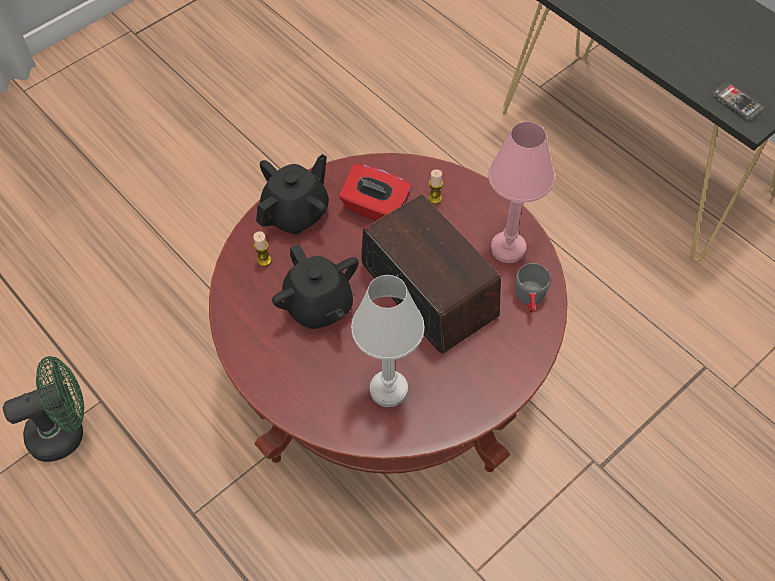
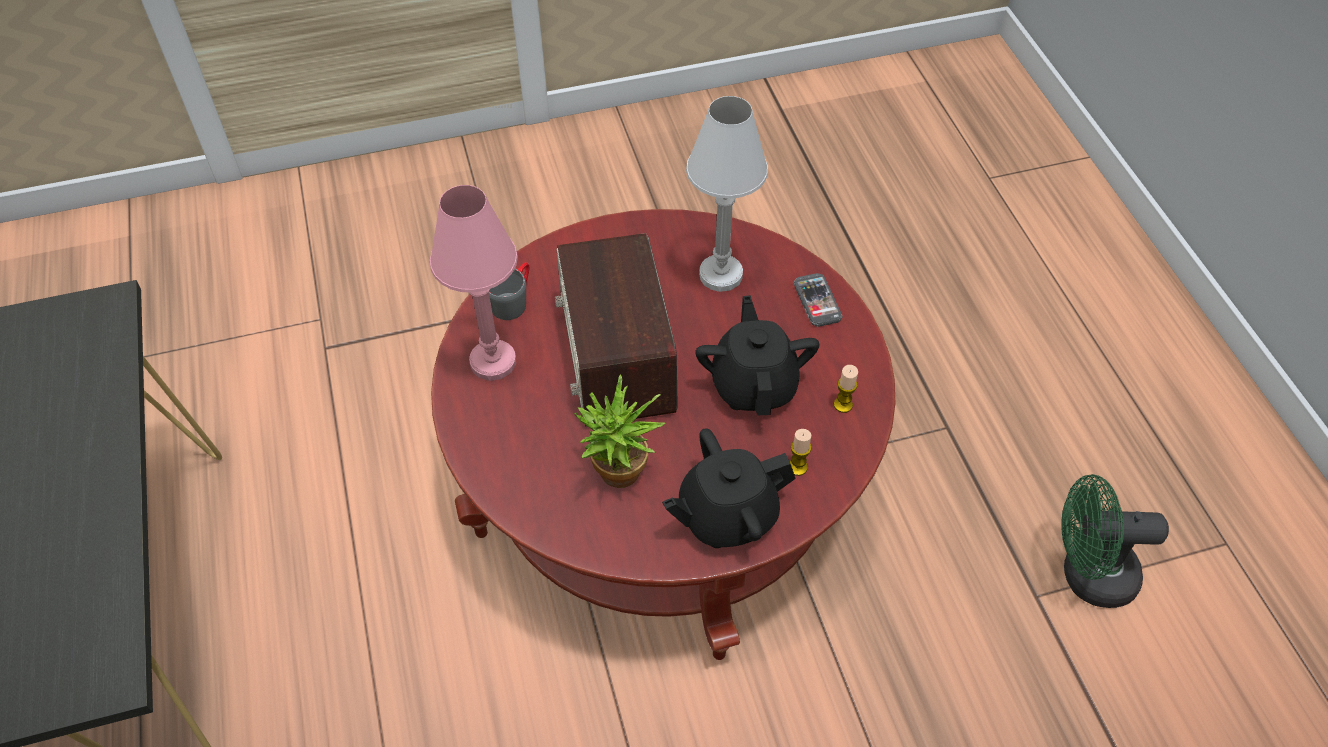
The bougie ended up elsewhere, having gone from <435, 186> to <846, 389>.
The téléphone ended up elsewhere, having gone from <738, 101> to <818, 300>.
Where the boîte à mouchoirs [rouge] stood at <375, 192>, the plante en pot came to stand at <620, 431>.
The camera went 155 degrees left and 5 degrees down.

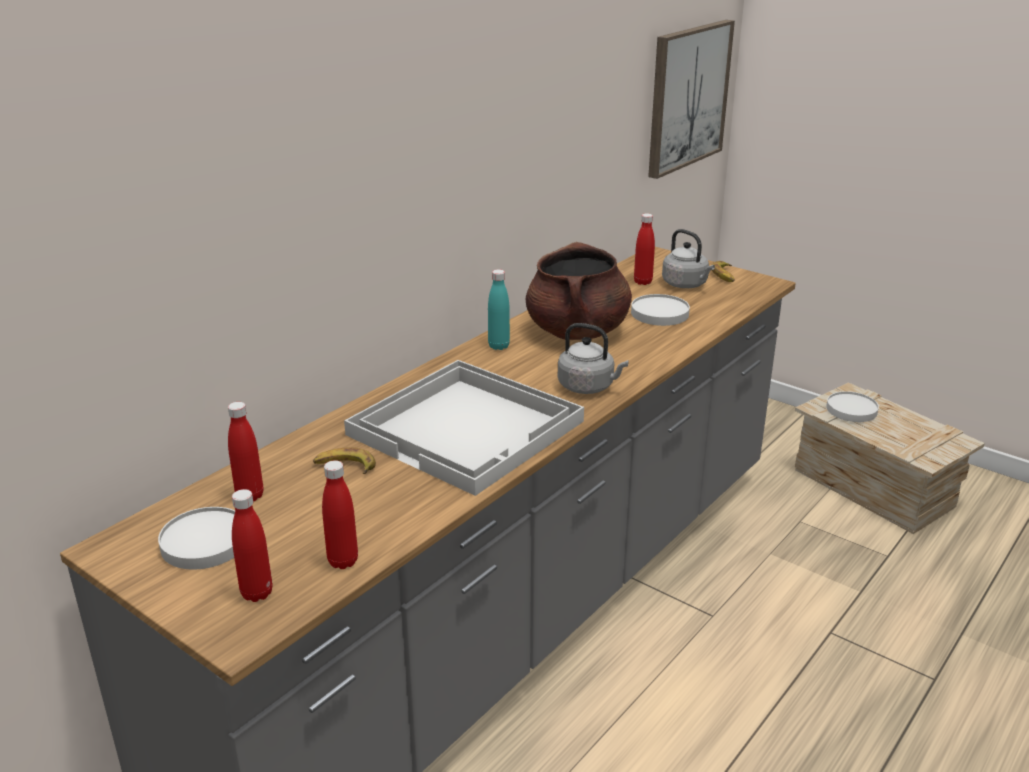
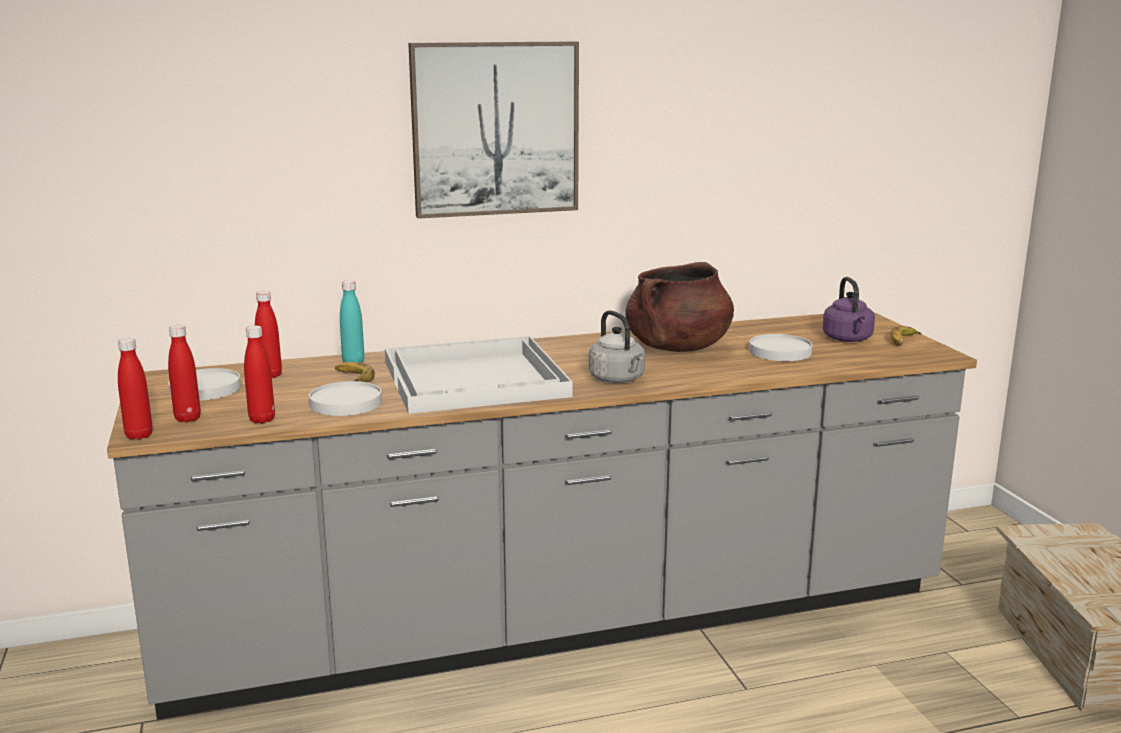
The bouteille [turquoise] ended up elsewhere, having gone from <499, 309> to <352, 321>.
The bouteille [rouge] ended up elsewhere, having gone from <644, 249> to <135, 389>.
The tableau ended up elsewhere, having gone from <691, 99> to <493, 130>.
The assiette [blanc] ended up elsewhere, having gone from <852, 406> to <345, 398>.
What was the bouilloire [gris] at <688, 258> turned into the bouilloire [violet] at <848, 309>.
The camera went 35 degrees right and 10 degrees down.

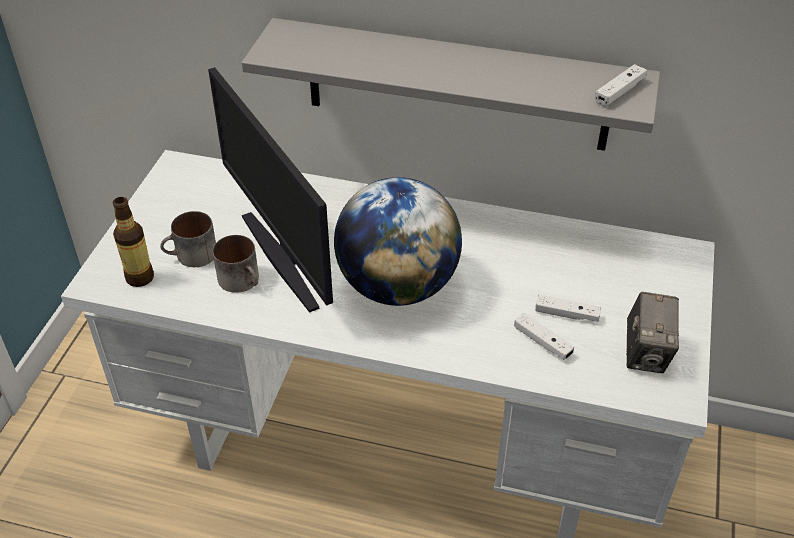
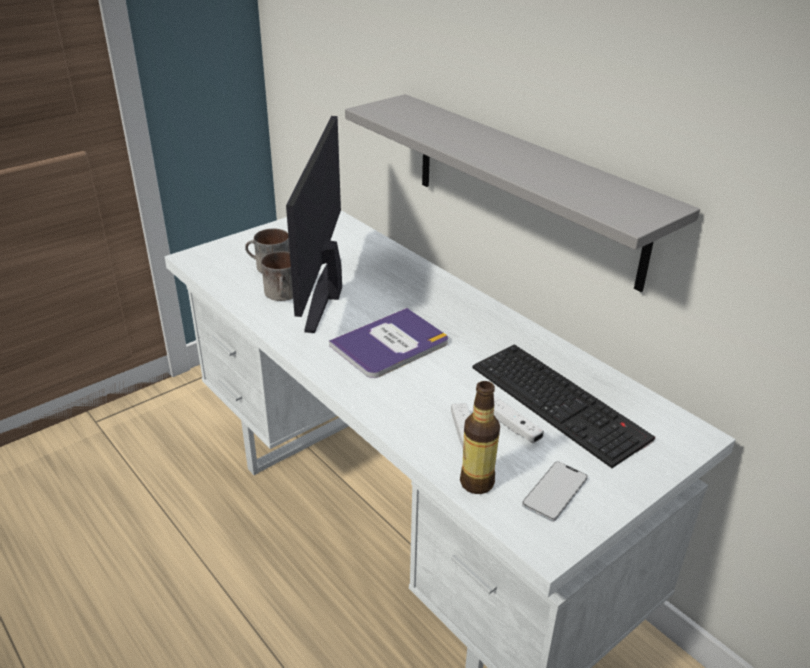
The second view lost the manette [blanc] at <621, 85>.
The second view gained the clavier at <564, 406>.
The bouteille ended up elsewhere, having gone from <133, 242> to <480, 437>.
Where the globe stood at <398, 241>, the livre came to stand at <388, 343>.
Where the appareil photo stood at <652, 332>, the téléphone came to stand at <555, 491>.
The camera went 35 degrees right and 10 degrees down.

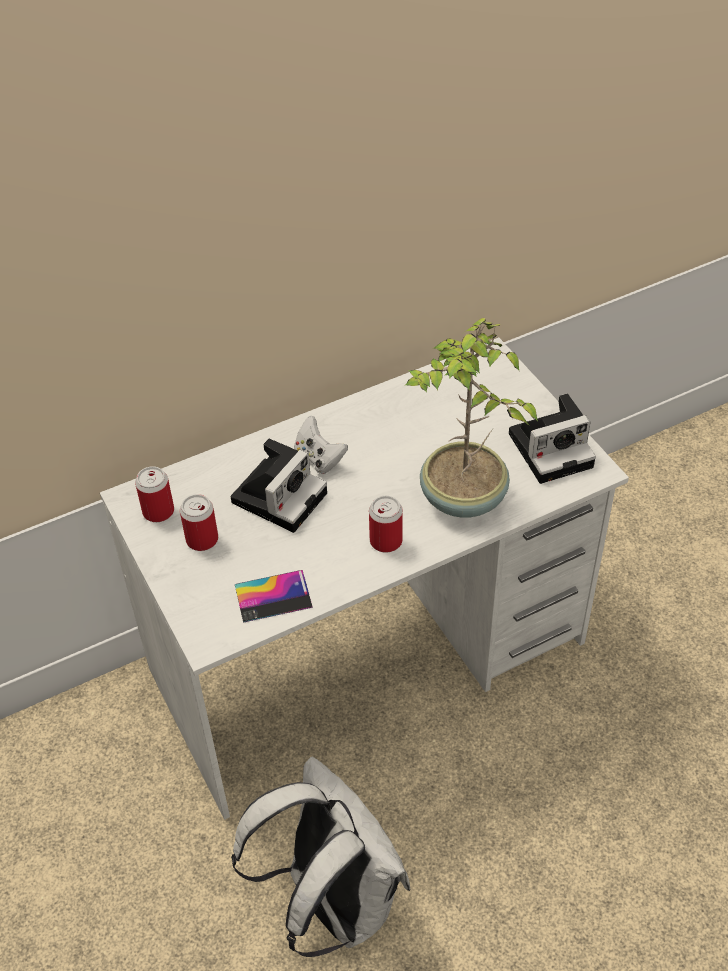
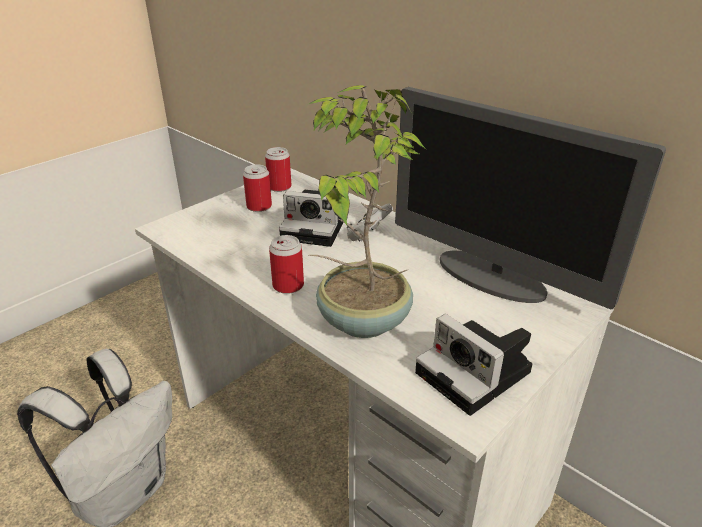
The second view lost the téléphone at <274, 596>.
The second view gained the écran d'ordinateur at <530, 198>.
The camera went 70 degrees right and 15 degrees down.

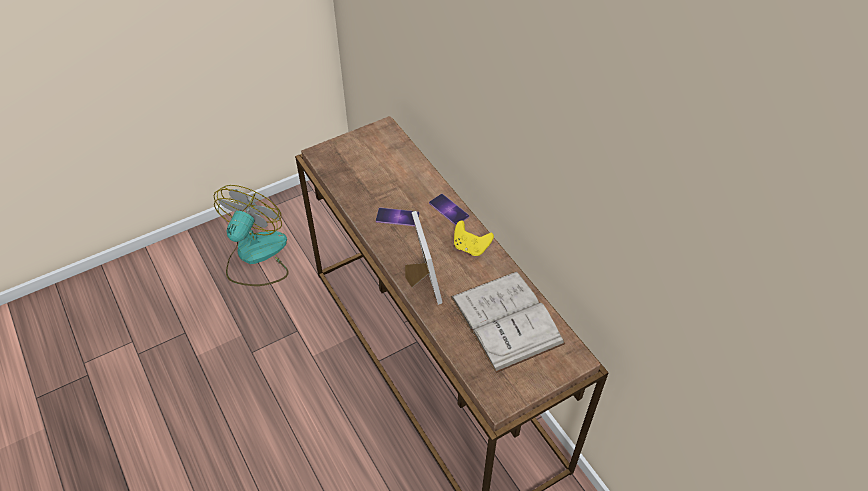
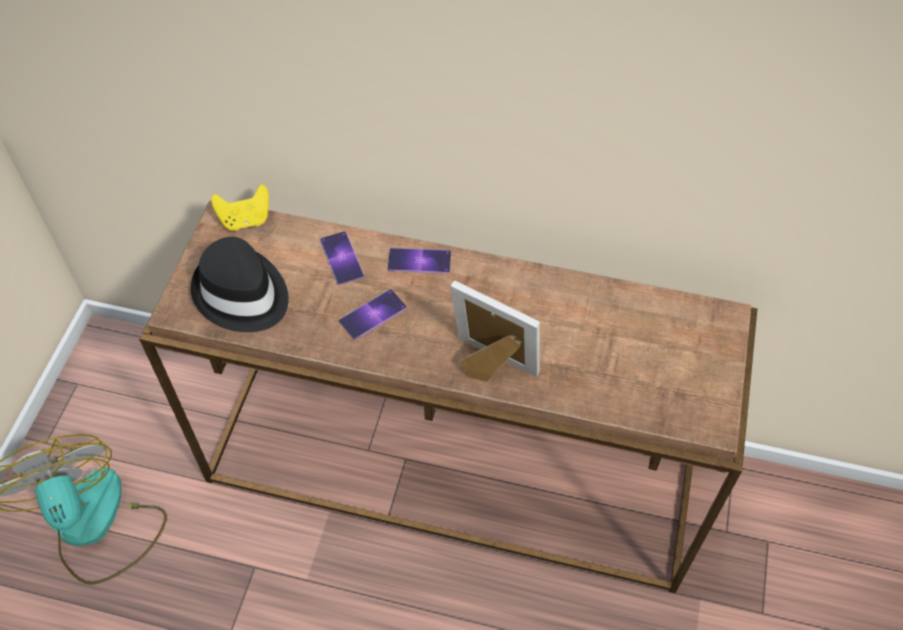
The second view lost the livre [blanc] at <507, 322>.
The second view gained the chapeau [noir] at <240, 284>.
The second view gained the téléphone at <342, 258>.
The manette [jaune] ended up elsewhere, having gone from <474, 238> to <240, 207>.
The camera went 45 degrees left and 5 degrees up.

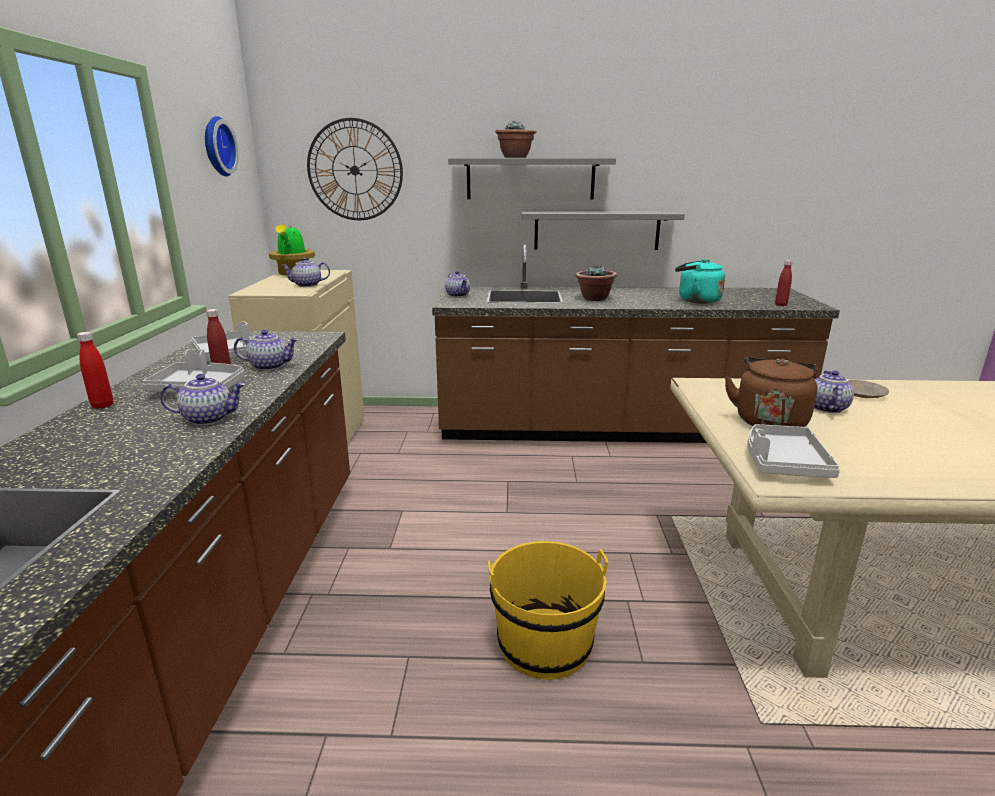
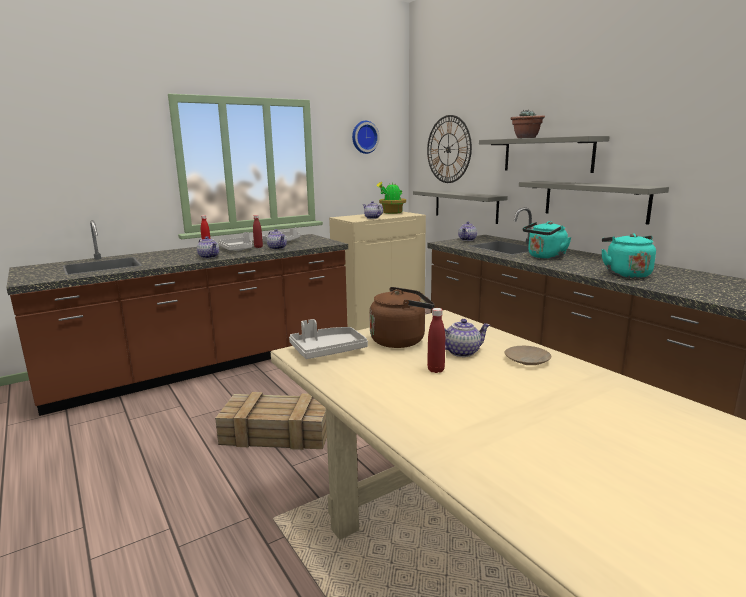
The second view gained the étagère [gris] at <460, 207>.
The bouteille [rouge] ended up elsewhere, having gone from <784, 283> to <436, 340>.
Where the seau [jaune] stood at <548, 610>, the caisse came to stand at <271, 421>.
Where the plante en pot stood at <596, 283>, the bouilloire [turquoise] came to stand at <547, 240>.
The camera went 55 degrees right and 5 degrees down.

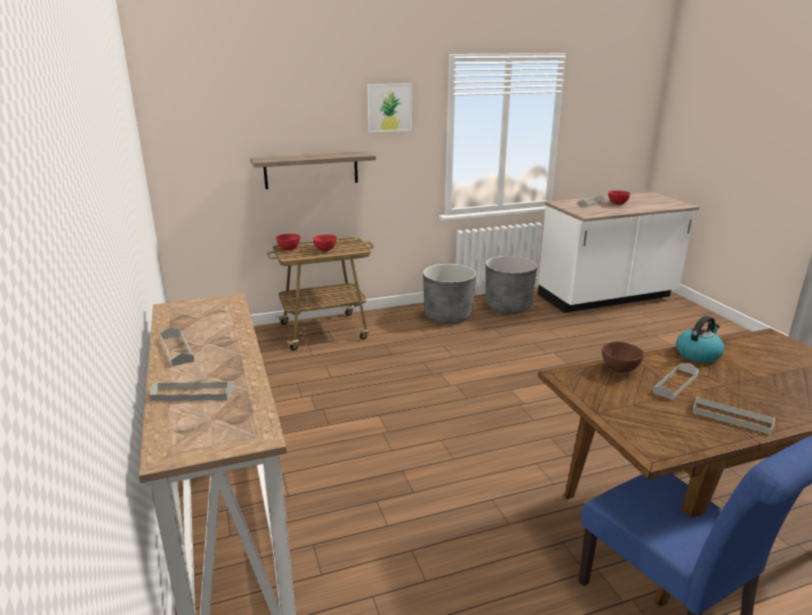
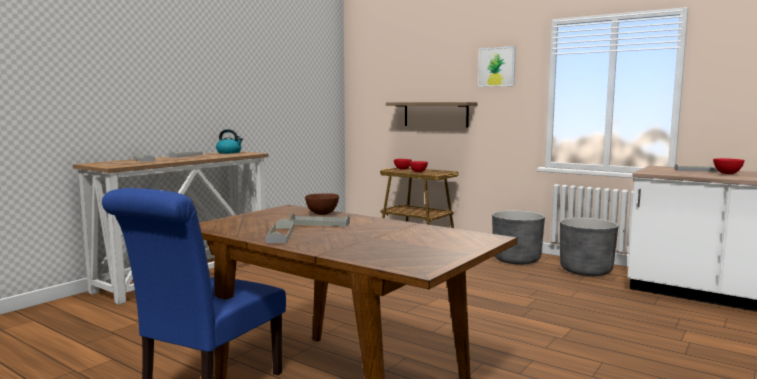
The bouilloire ended up elsewhere, having gone from <700, 339> to <229, 141>.
The camera went 55 degrees right and 15 degrees down.

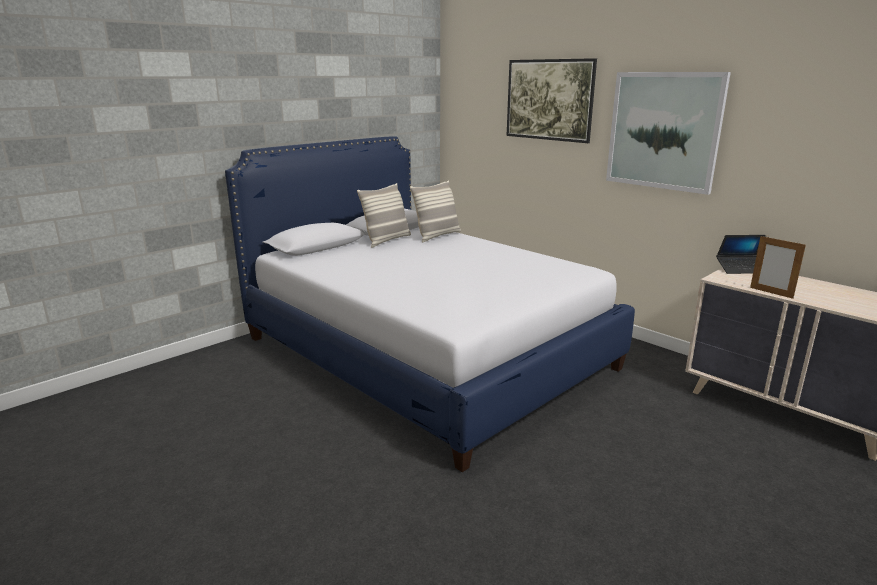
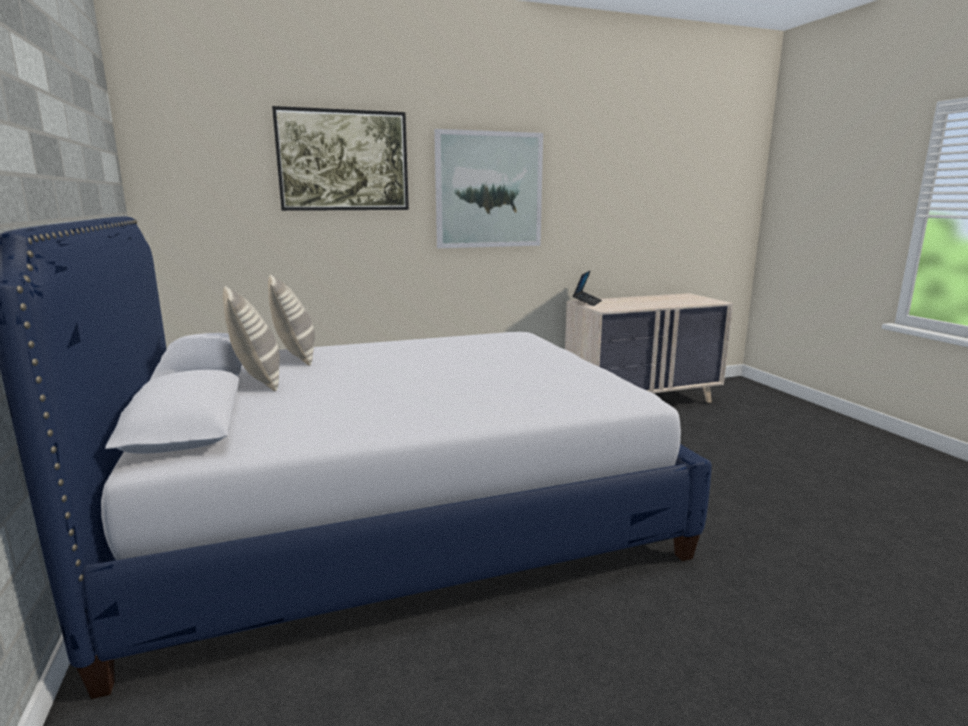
The second view lost the cadre photo at <778, 267>.
The camera went 65 degrees left and 5 degrees down.

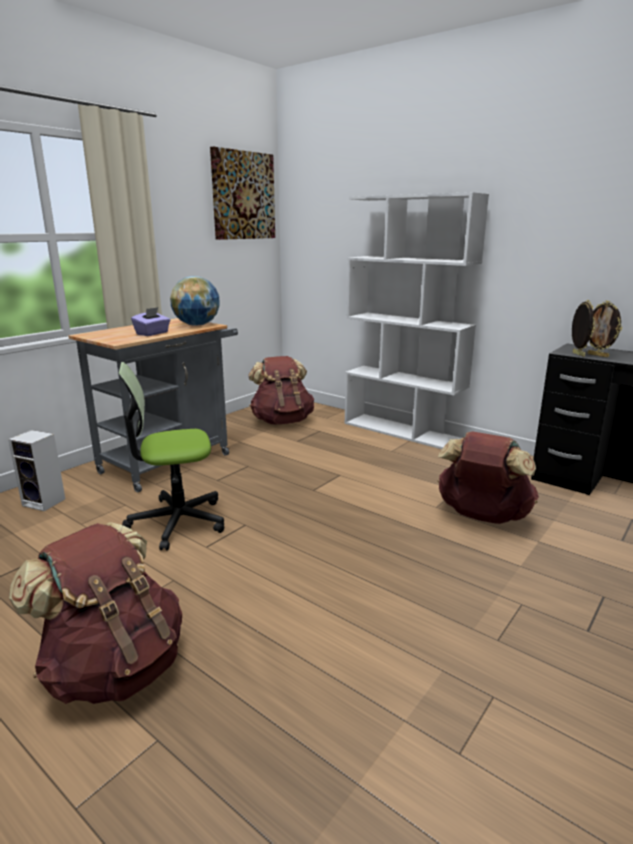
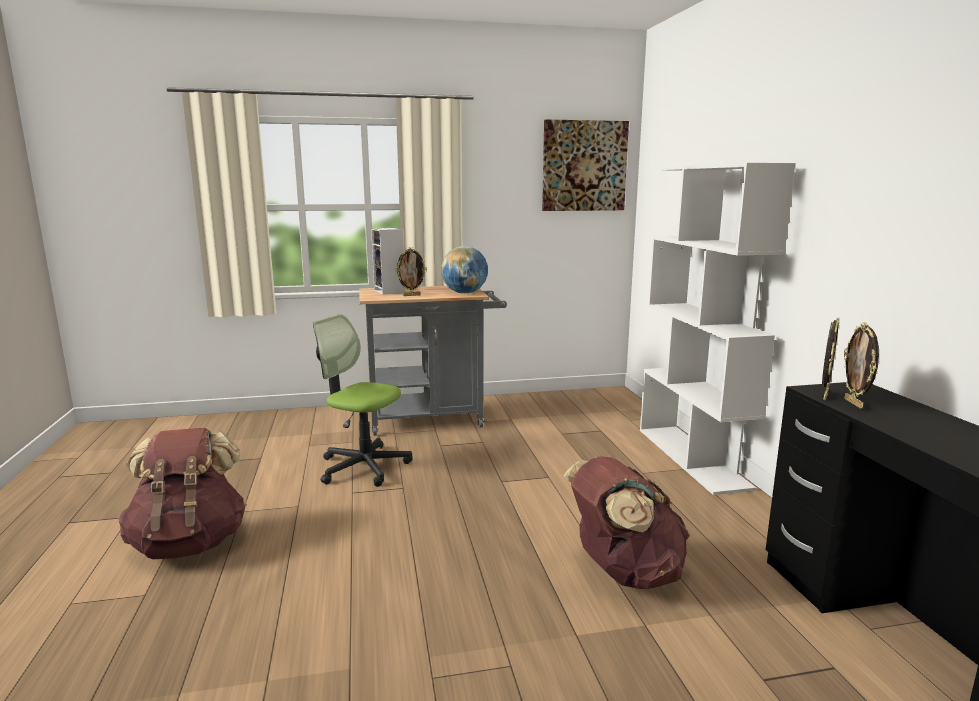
The second view lost the sac à dos [marron] at <281, 390>.
The enceinte ended up elsewhere, having gone from <36, 470> to <388, 261>.
Where the boîte à mouchoirs [violet] stood at <150, 321>, the cadre photo came to stand at <411, 271>.
The camera went 40 degrees right and 5 degrees down.

